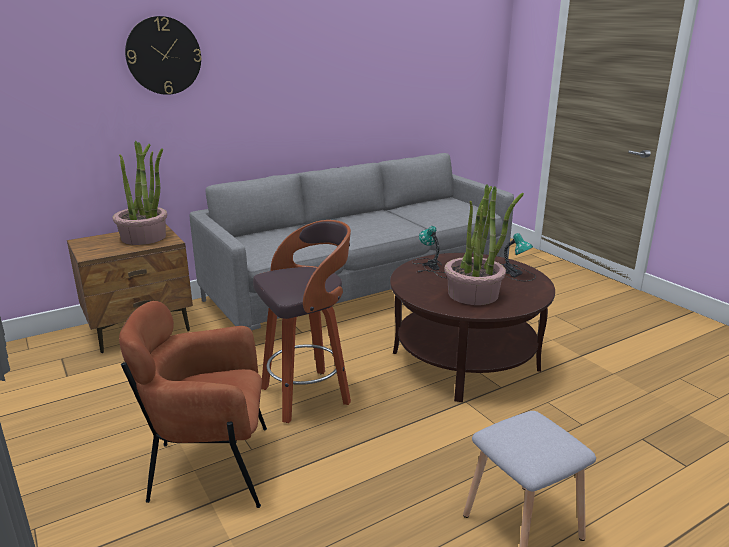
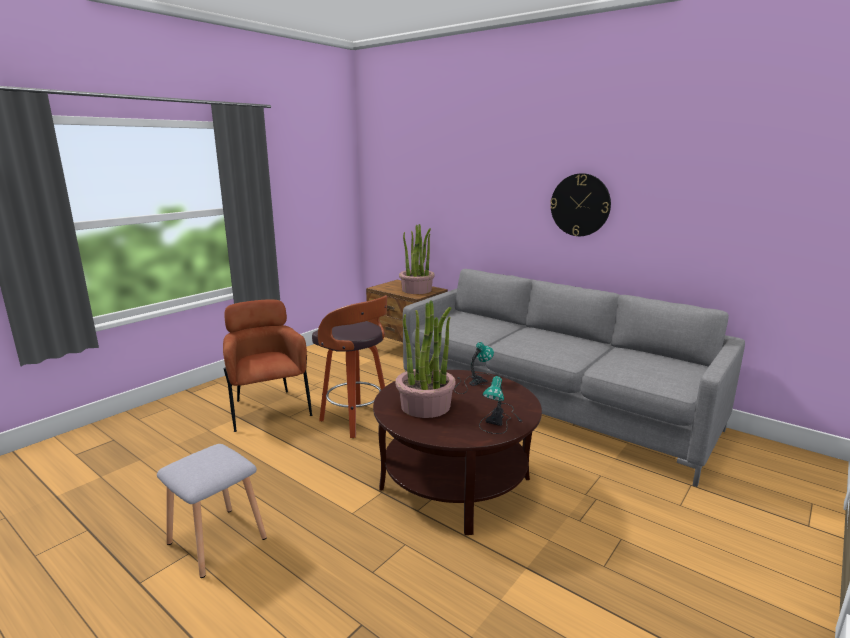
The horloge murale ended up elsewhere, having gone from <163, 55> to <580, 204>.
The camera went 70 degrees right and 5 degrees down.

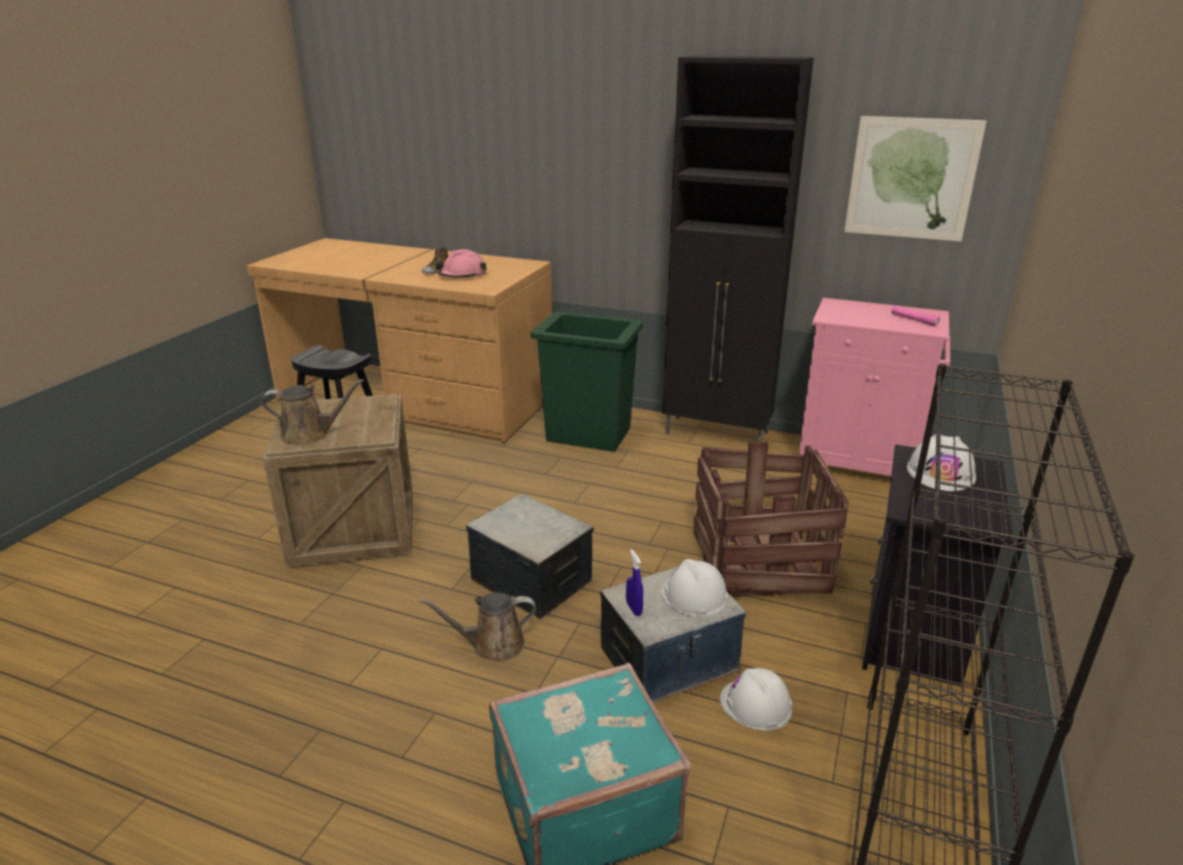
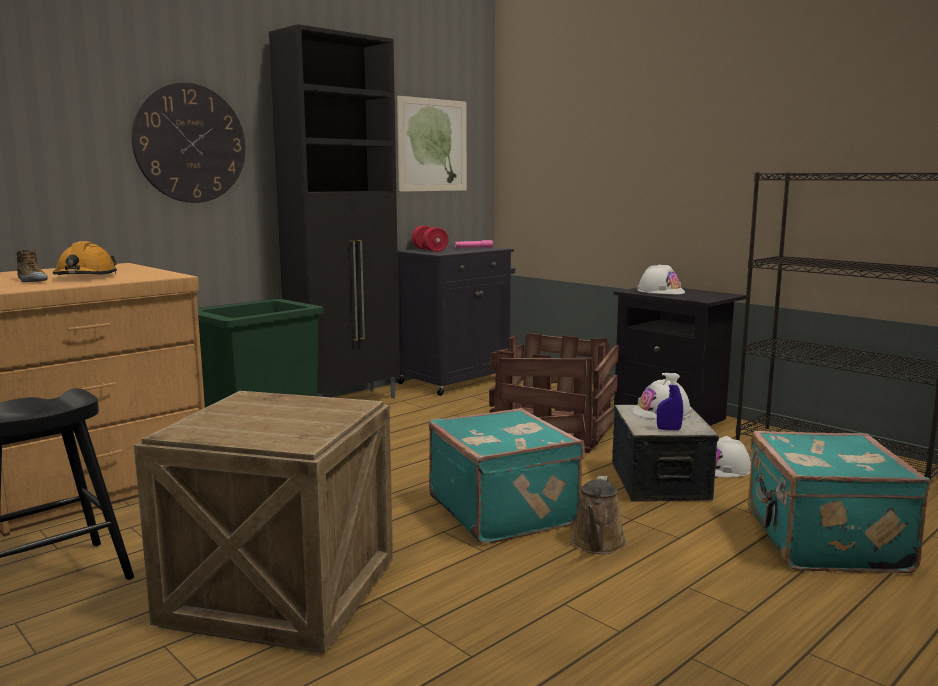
The second view lost the arrosoir [marron] at <312, 412>.
The second view gained the horloge murale at <188, 142>.
The second view gained the haltère [rouge] at <430, 239>.
Where the boîte de rangement stood at <530, 556>, the valise [turquoise] came to stand at <507, 475>.
What was the casque de chantier [rose] at <461, 263> turned into the casque de chantier [orange] at <85, 258>.
What was the meuble de rangement [rose] at <874, 387> turned into the meuble de rangement [noir] at <456, 321>.
The camera went 65 degrees left and 15 degrees down.

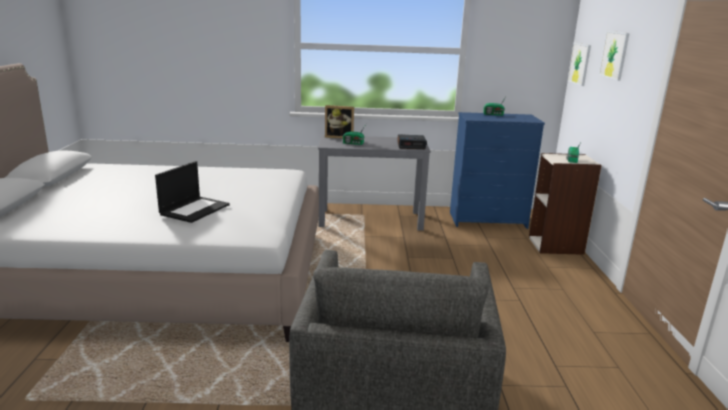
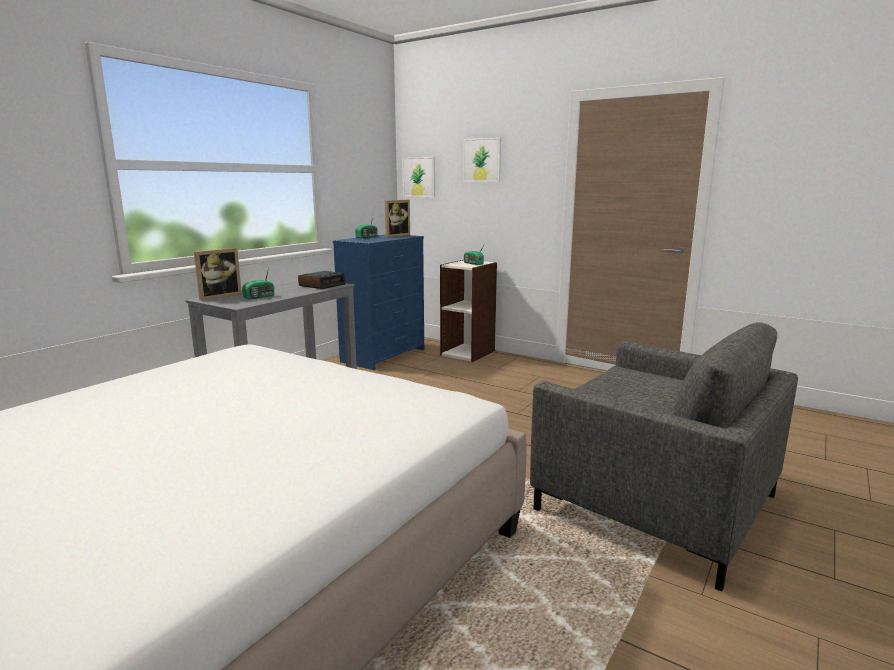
The second view lost the ordinateur portable at <192, 192>.
The second view gained the cadre photo at <397, 218>.
The camera went 55 degrees left and 5 degrees down.

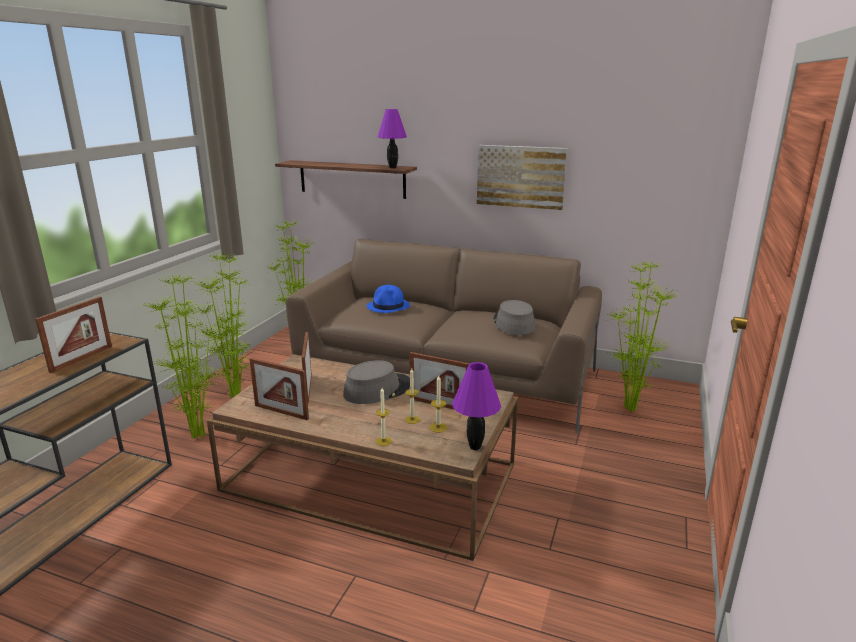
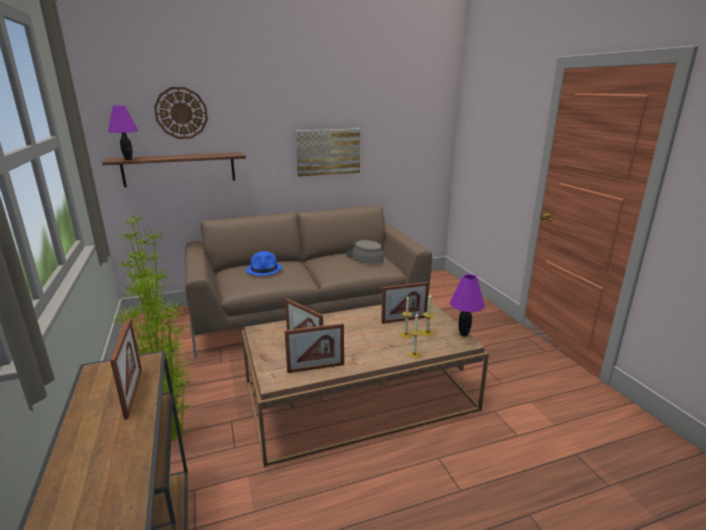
The second view lost the chapeau [gris] at <376, 382>.
The second view lost the plante en pot at <642, 336>.
The second view gained the horloge murale at <181, 113>.
The lampe de table [violet] ended up elsewhere, having gone from <392, 138> to <123, 132>.
The camera went 40 degrees left and 0 degrees up.

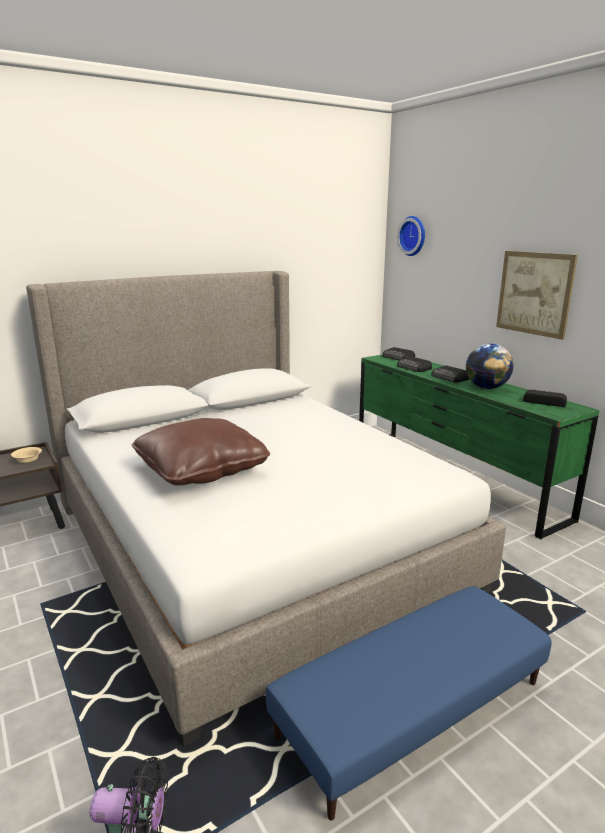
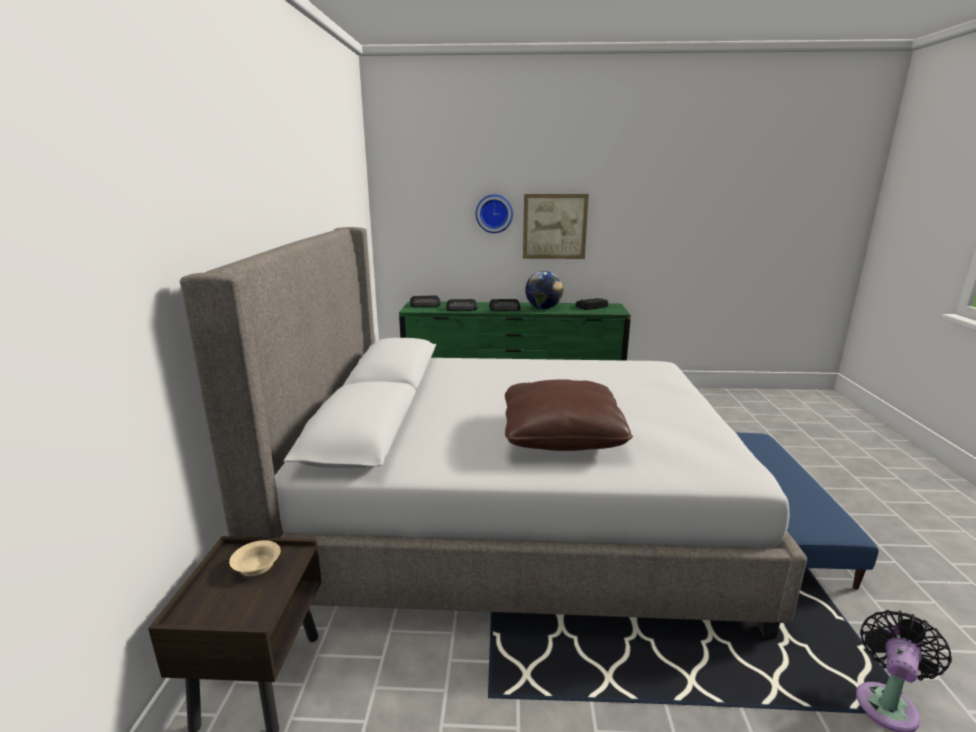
The horloge murale ended up elsewhere, having gone from <411, 236> to <494, 214>.
The camera went 55 degrees left and 0 degrees up.

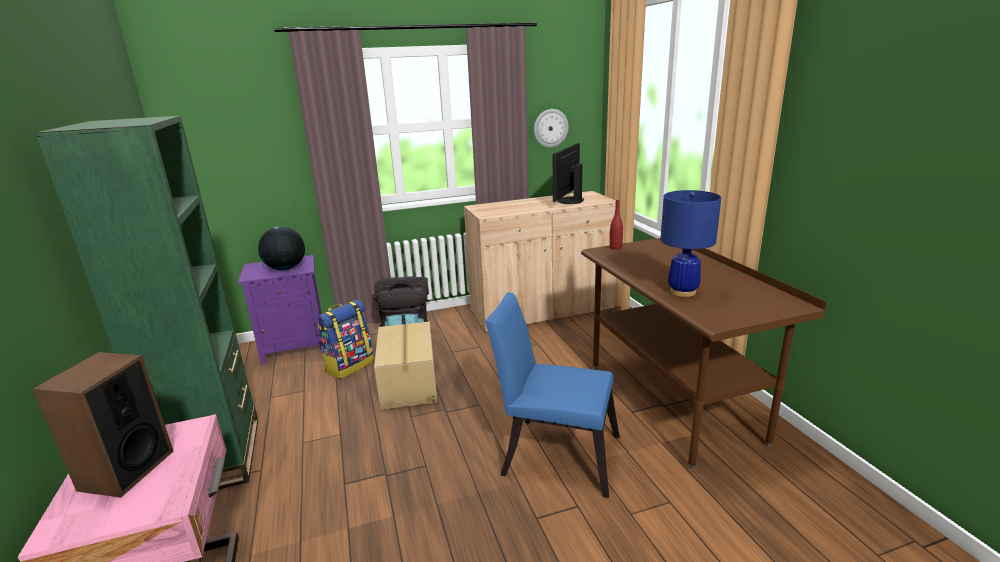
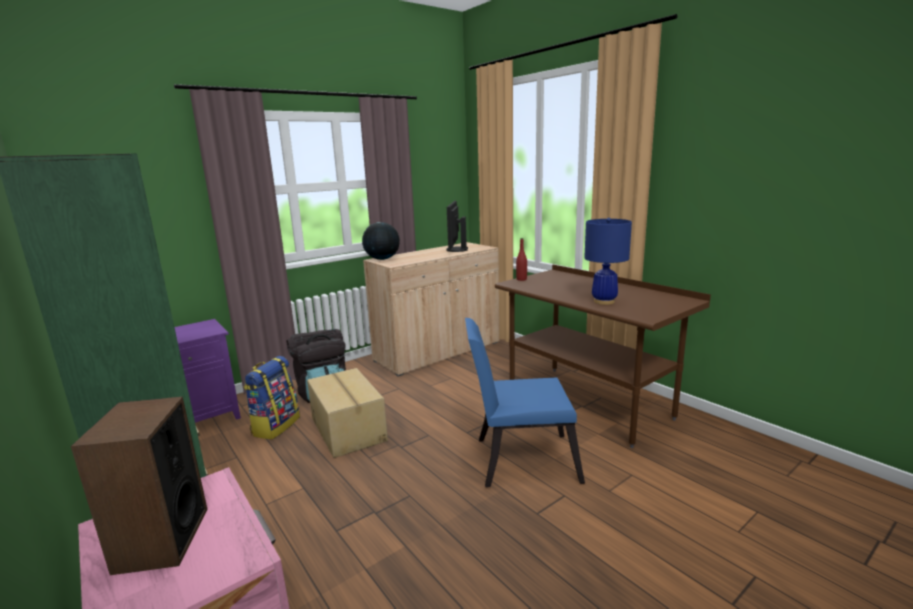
The second view lost the horloge murale at <551, 128>.
The globe ended up elsewhere, having gone from <281, 248> to <381, 241>.
The camera went 20 degrees left and 5 degrees down.

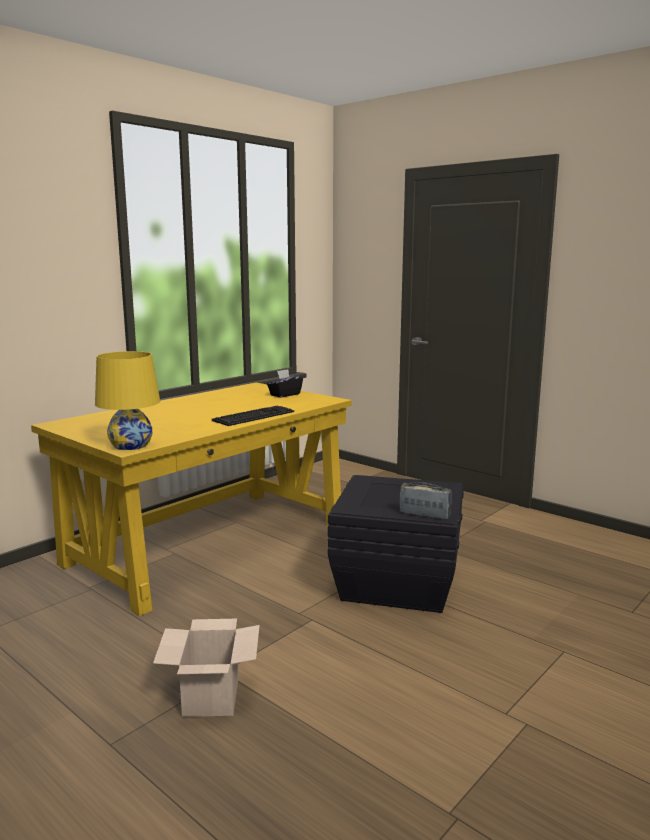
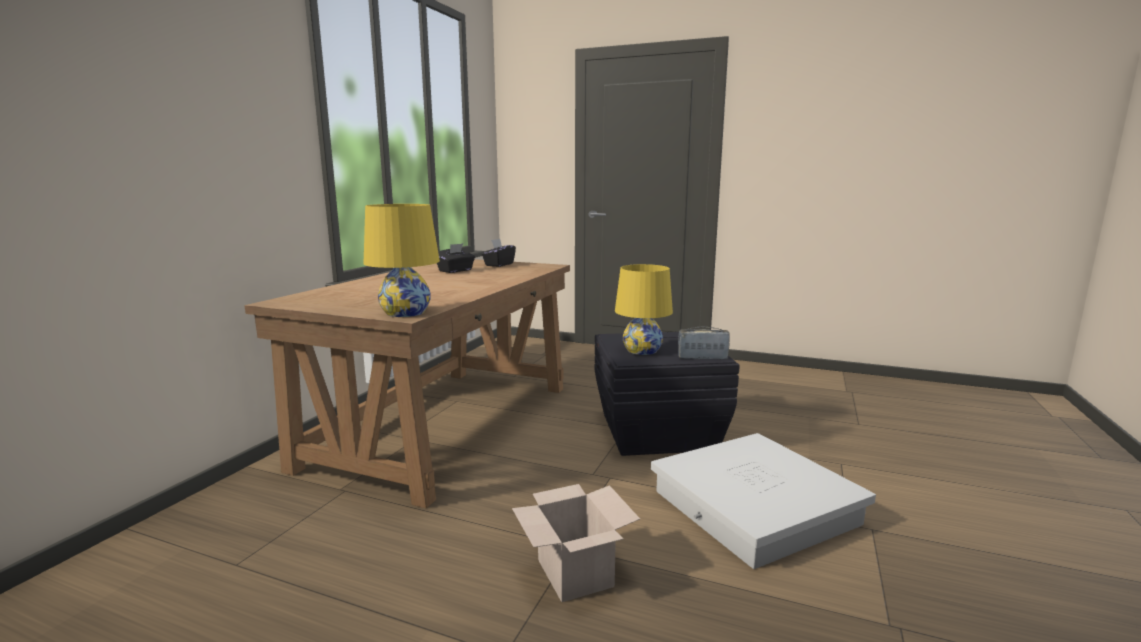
The second view lost the clavier at <253, 416>.
The second view gained the boîte à mouchoirs [noir] at <456, 258>.
The second view gained the lampe de table [jaune] at <644, 309>.
The second view gained the boîte de rangement [blanc] at <763, 501>.
What was the bureau [jaune] at <191, 499> turned into the bureau [marron] at <407, 383>.
The camera went 20 degrees left and 0 degrees up.

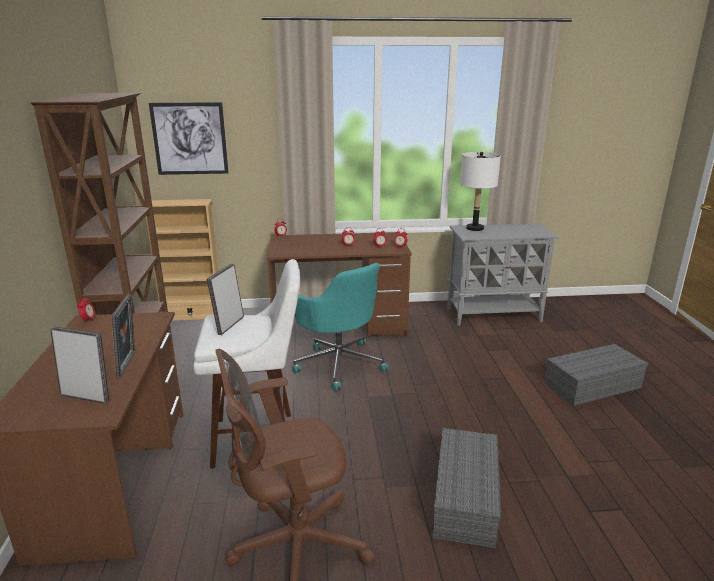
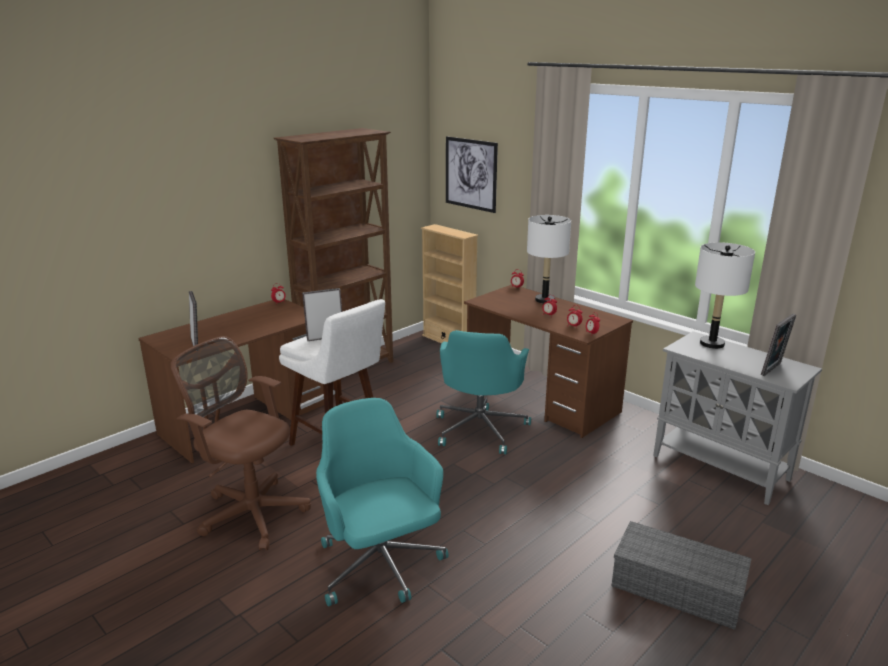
The second view gained the lampe de table [blanc] at <549, 259>.
The cadre photo ended up elsewhere, having gone from <123, 335> to <778, 345>.
Where the boîte de rangement [gris] stood at <467, 488>, the chaise de bureau [turquoise] came to stand at <382, 502>.
The camera went 50 degrees right and 0 degrees up.

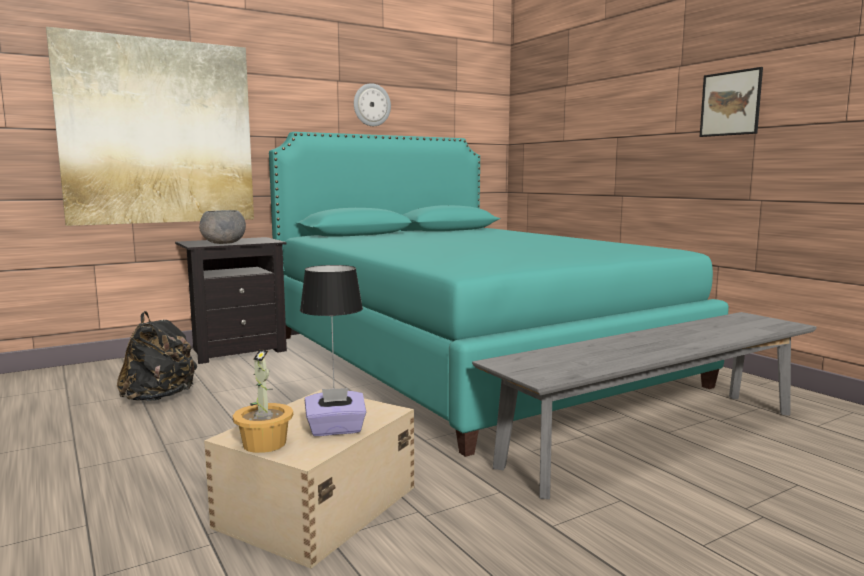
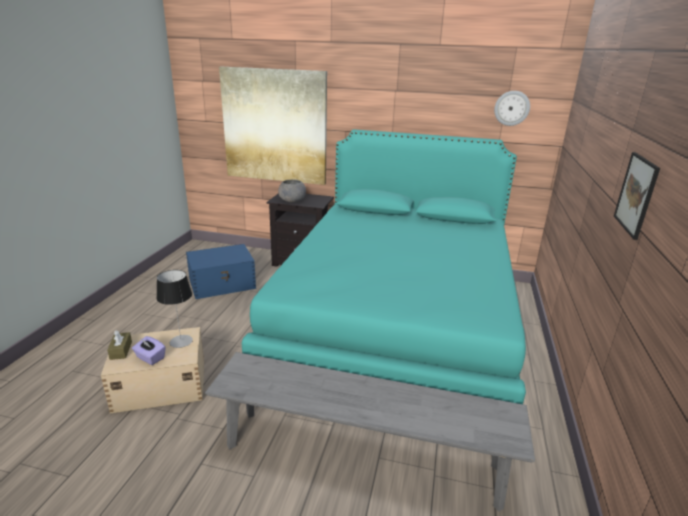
The horloge murale ended up elsewhere, having gone from <372, 104> to <512, 108>.
Where the sac à dos [noir] stood at <157, 356>, the boîte de rangement [bleu] came to stand at <221, 271>.
Where the plante en pot stood at <263, 401>, the boîte à mouchoirs [marron] came to stand at <119, 345>.
The camera went 45 degrees right and 15 degrees up.

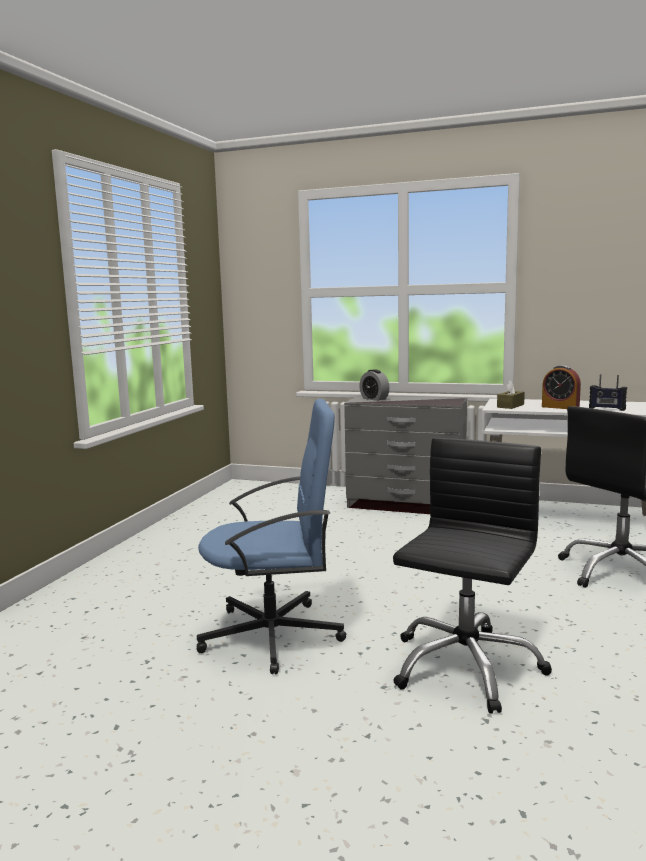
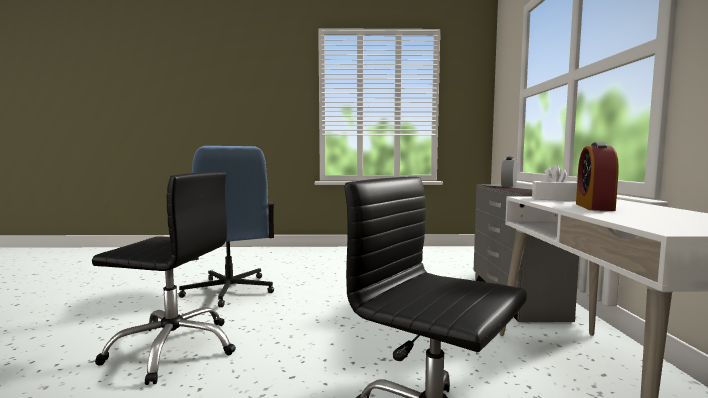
The second view lost the radio at <608, 392>.
What was the boîte à mouchoirs [marron] at <511, 394> turned into the boîte à mouchoirs [blanc] at <554, 183>.
The camera went 70 degrees right and 5 degrees down.

